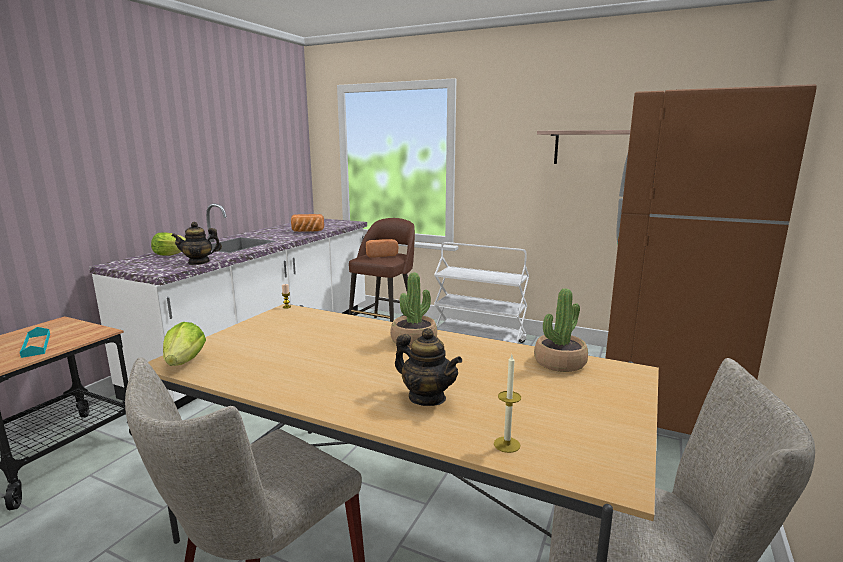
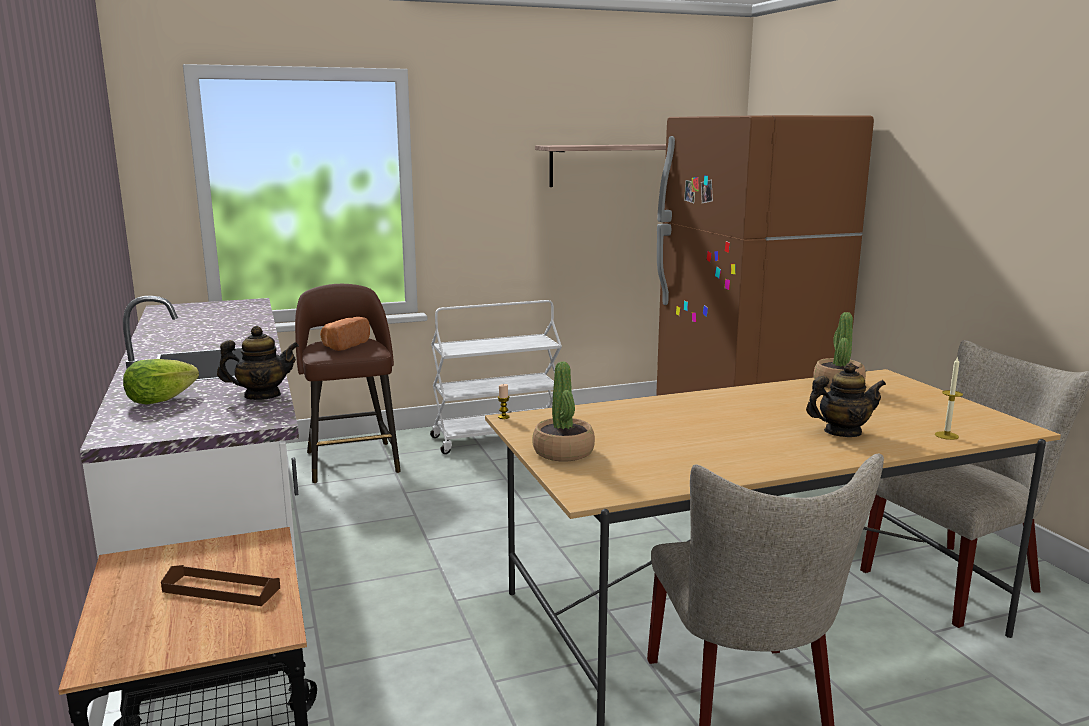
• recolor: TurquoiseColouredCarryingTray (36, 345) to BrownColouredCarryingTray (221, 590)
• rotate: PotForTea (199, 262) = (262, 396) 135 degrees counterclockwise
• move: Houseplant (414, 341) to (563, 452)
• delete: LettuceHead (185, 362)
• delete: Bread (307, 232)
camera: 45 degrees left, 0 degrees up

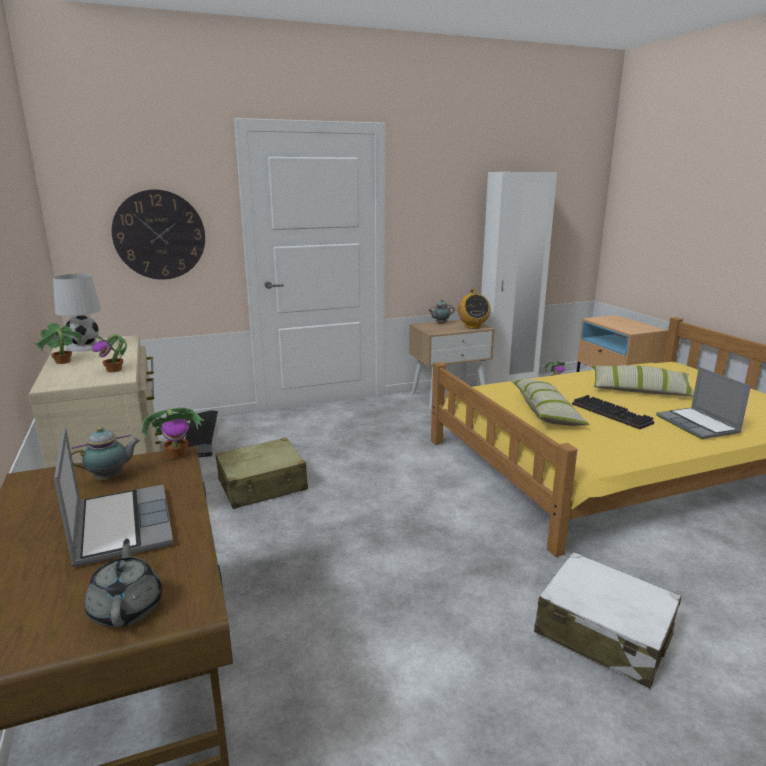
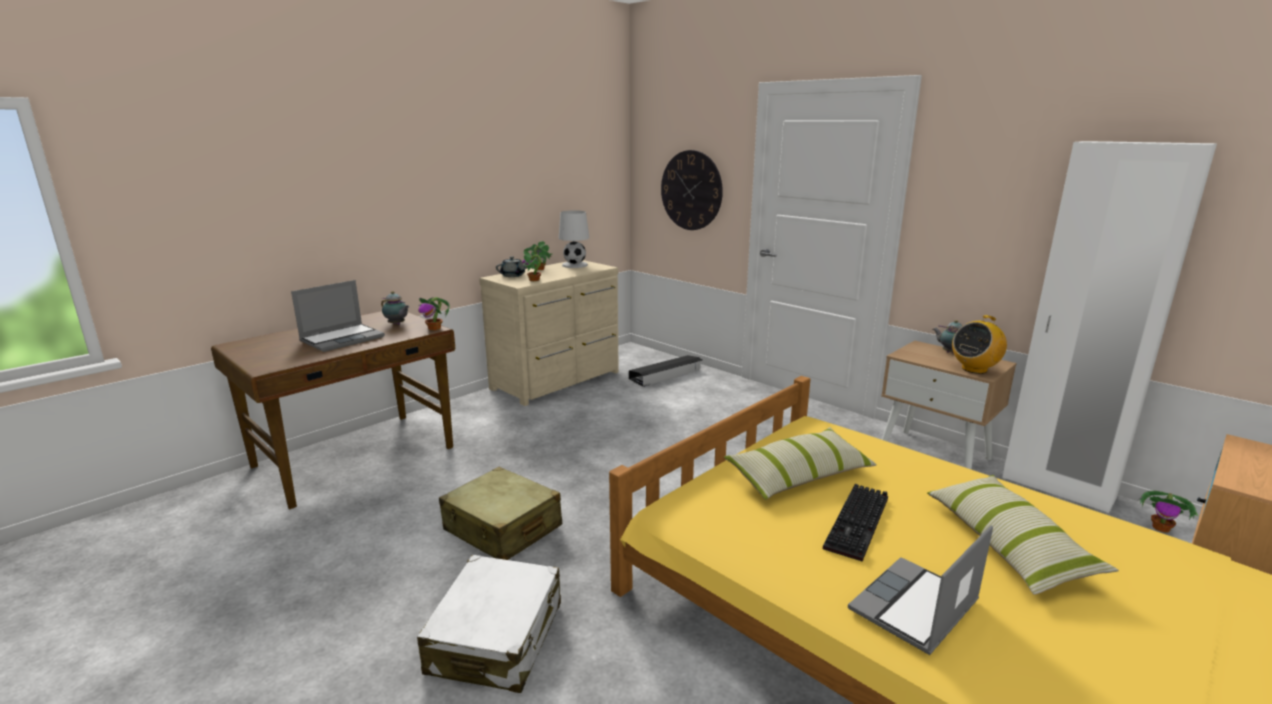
• move: SandColouredTravelCase (263, 485) to (502, 528)
• move: GreyPotForTea (127, 608) to (513, 275)
camera: 65 degrees right, 0 degrees up

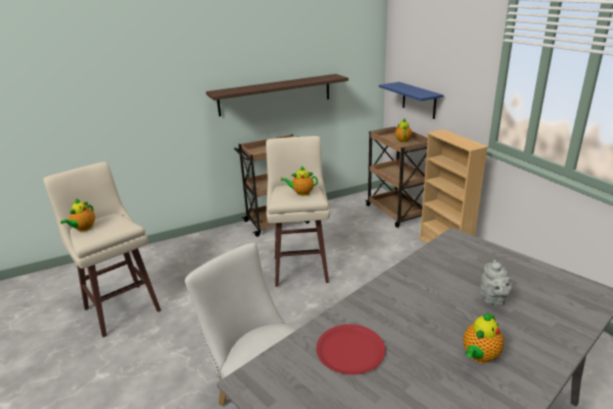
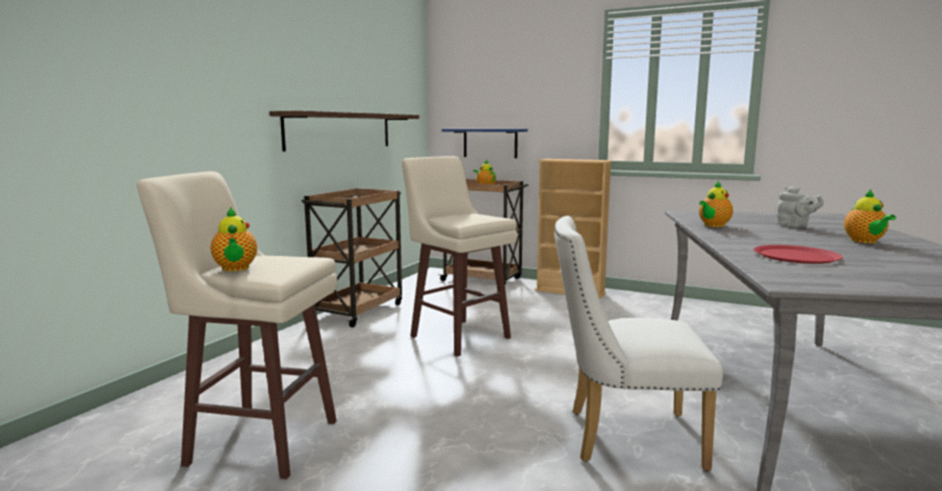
• move: PotForTea (301, 193) to (713, 225)
camera: 40 degrees left, 15 degrees down

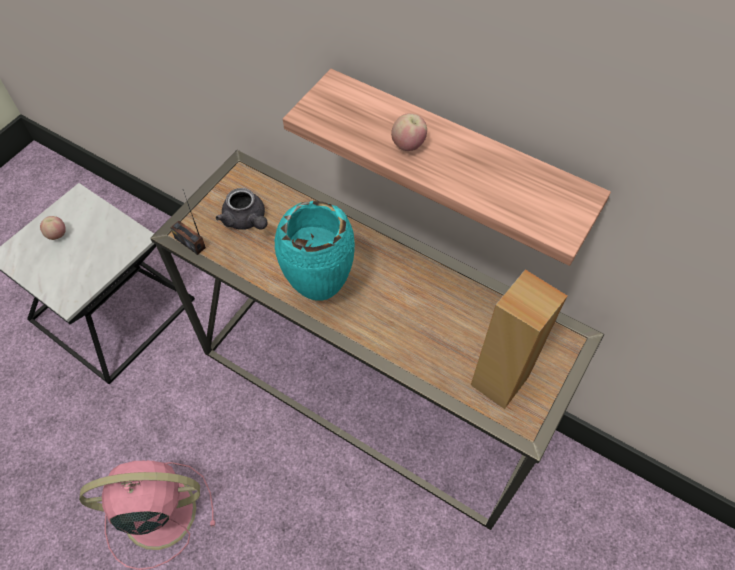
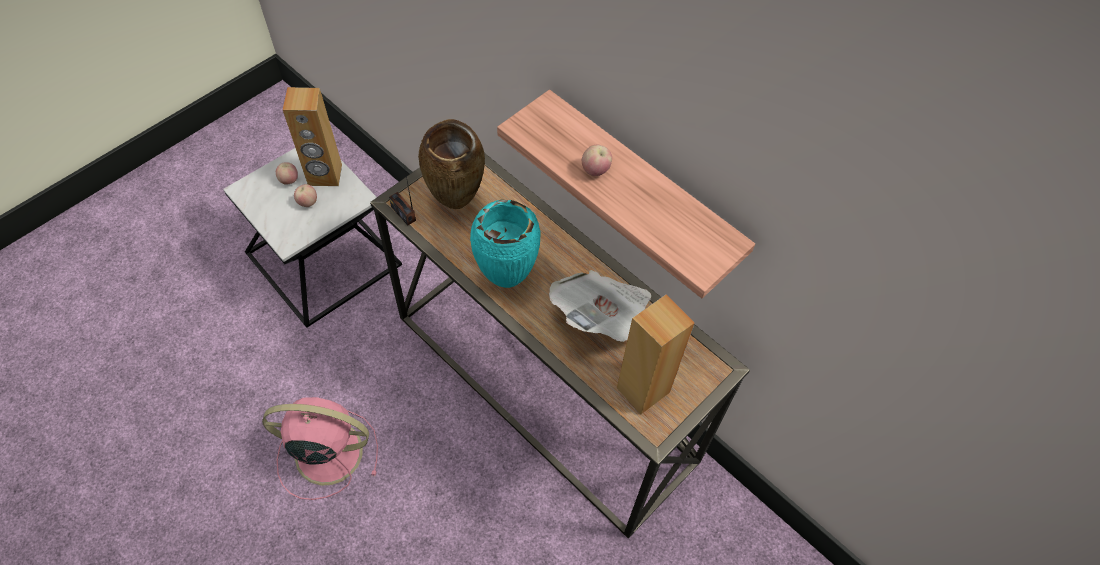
• insert: BrownColouredSpeaker (325, 175)
• insert: Apple (308, 202)
• replace: GreyPotForTea (246, 220) to BrownColouredVase (457, 203)
• insert: DailyPaper (604, 318)
camera: 10 degrees right, 0 degrees up

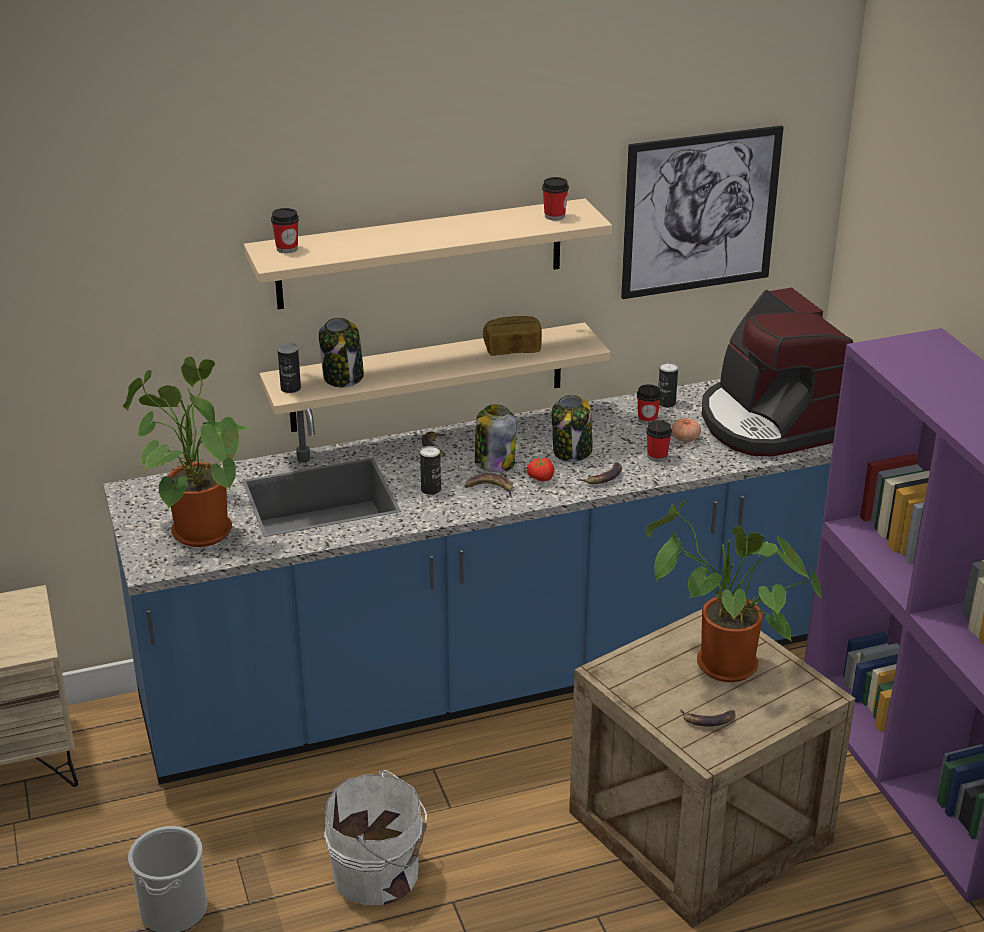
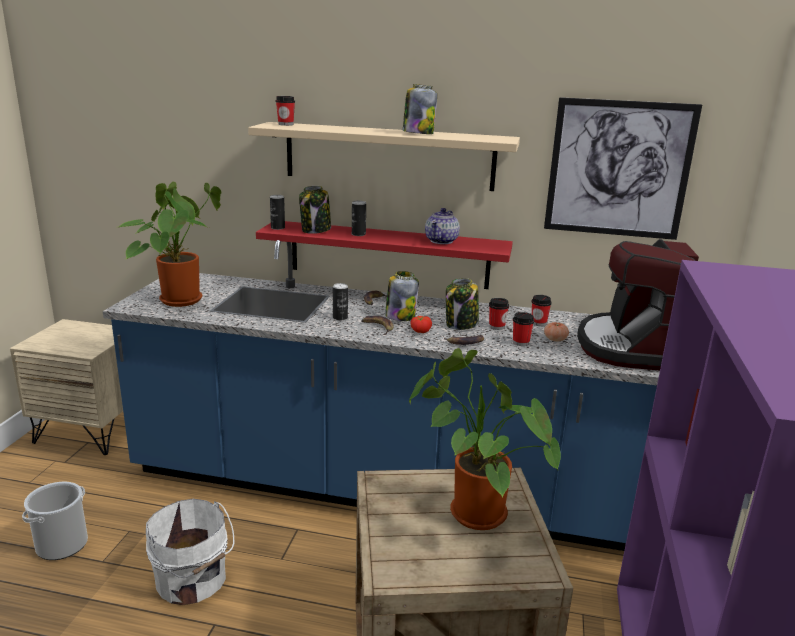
• recolor: SandColouredShelf (427, 377) to ReddishShelf (389, 254)
• move: SealedCan (666, 403) to (358, 234)
• insert: Jar (418, 133)
• replace: Bread (512, 349) to PotForTea (442, 241)
• move: SmallCup (554, 216) to (497, 326)
• delete: BananaFruit (708, 720)
camera: 30 degrees right, 10 degrees down

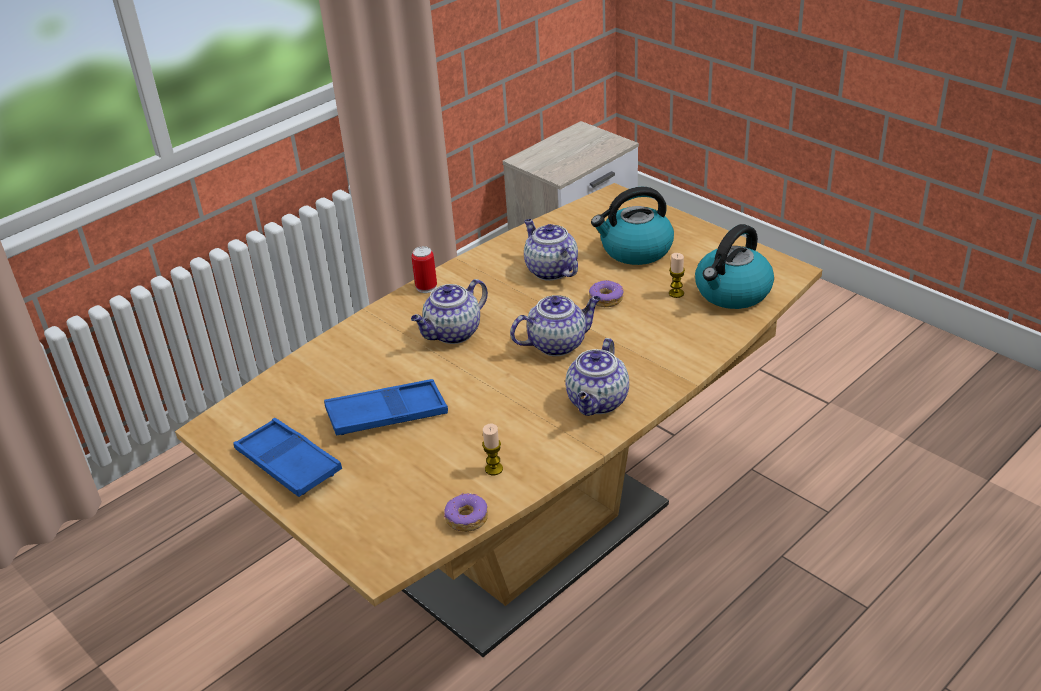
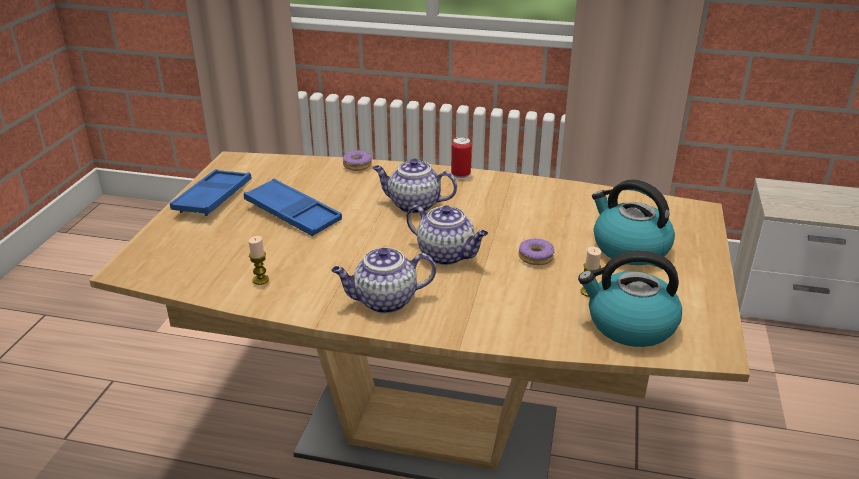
• move: RingDoughnut (466, 518) to (357, 165)
• delete: PotForTea (550, 270)
camera: 55 degrees right, 5 degrees down

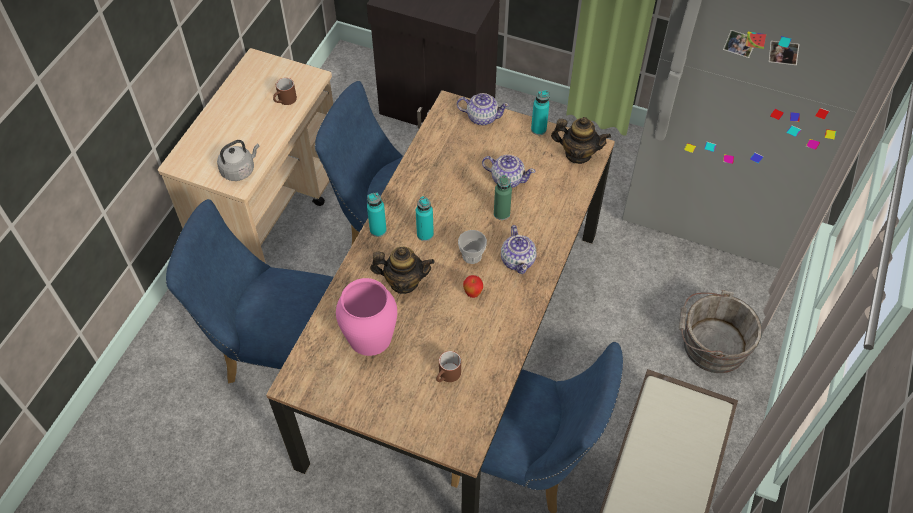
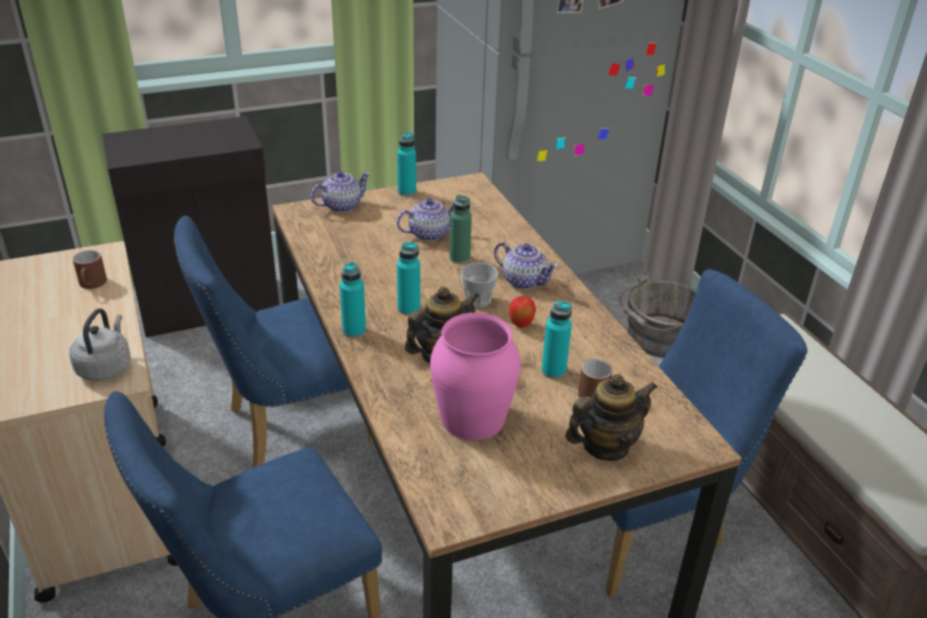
• insert: TurquoiseColouredBottle (553, 371)
• move: PotForTea (578, 154) to (605, 446)
camera: 45 degrees left, 20 degrees down

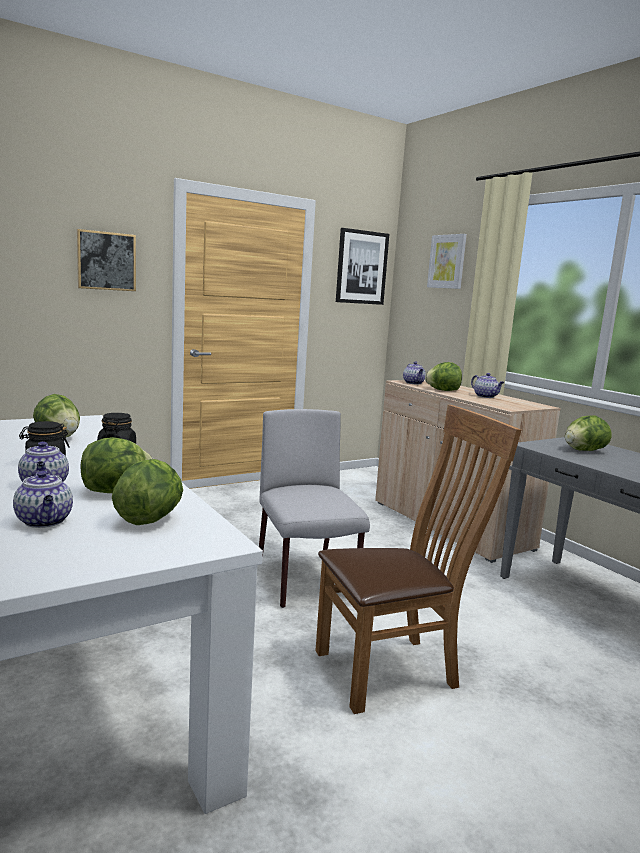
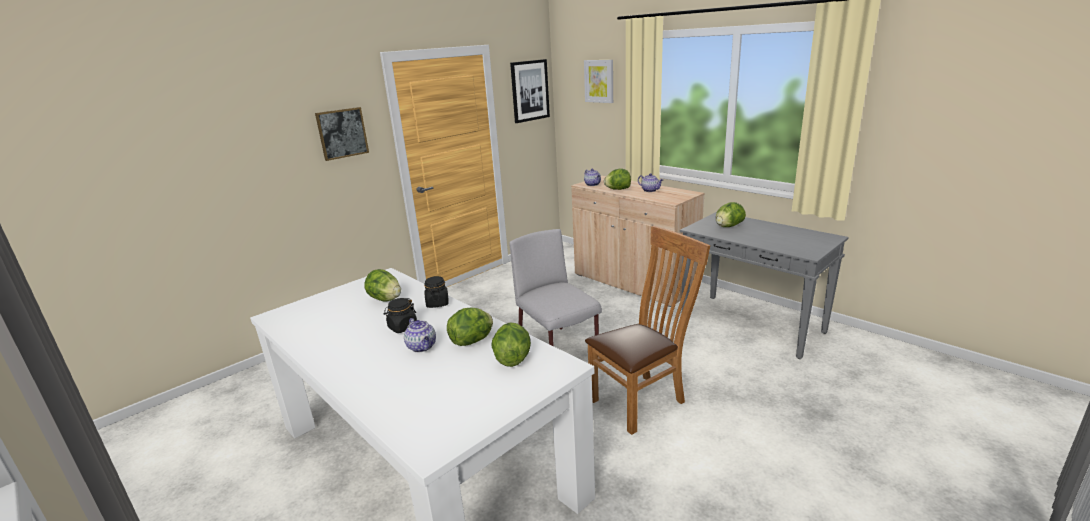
• delete: PotForTea (45, 521)
camera: 10 degrees left, 10 degrees up

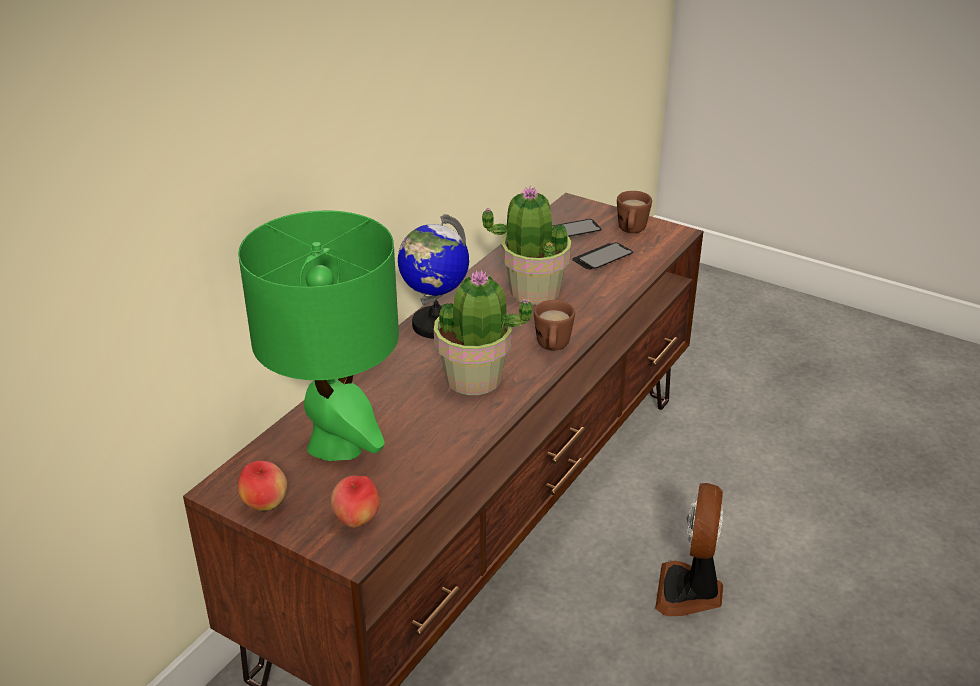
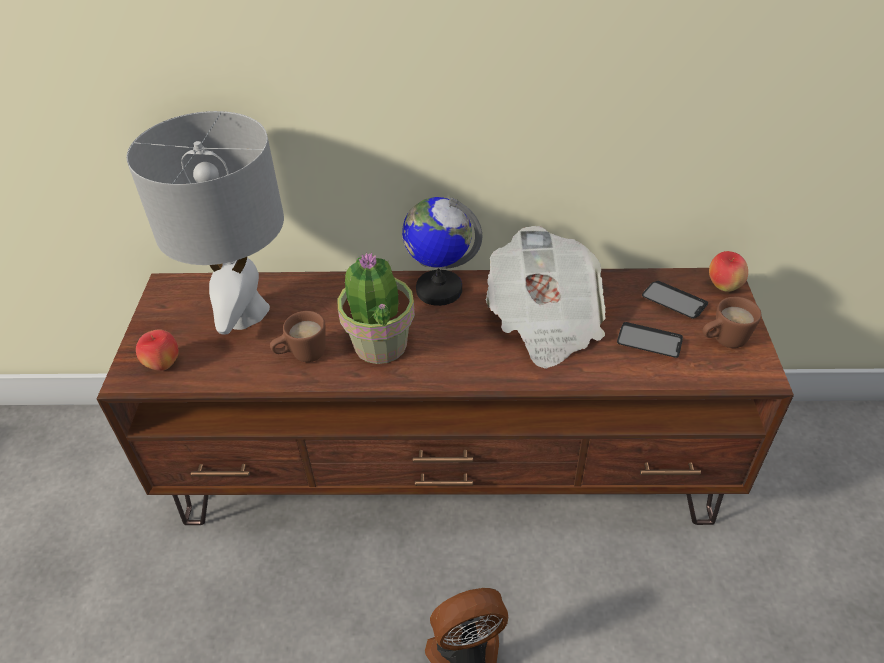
• recolor: GreenTableLamp (336, 444) to GreyTableLamp (245, 313)
• move: BrownColouredTeaMug (552, 348) to (302, 355)
• replace: Houseplant (533, 291) to DailyPaper (544, 321)
• move: Apple (265, 505) to (723, 286)
camera: 60 degrees right, 10 degrees up

